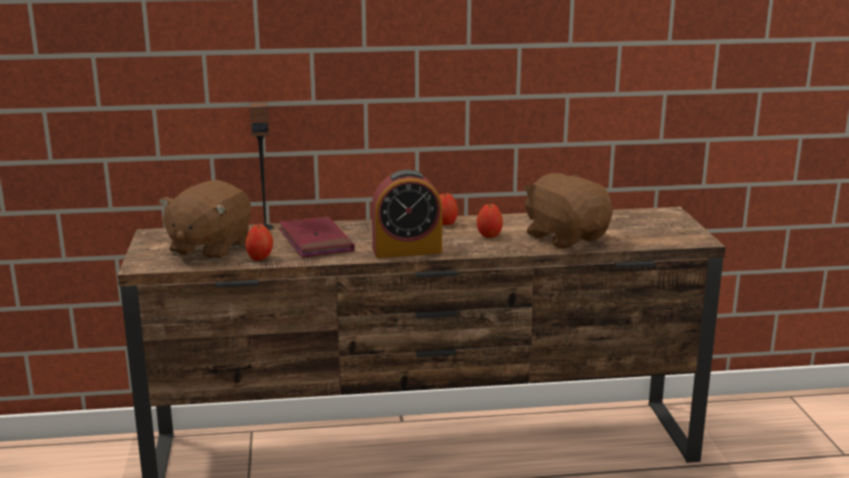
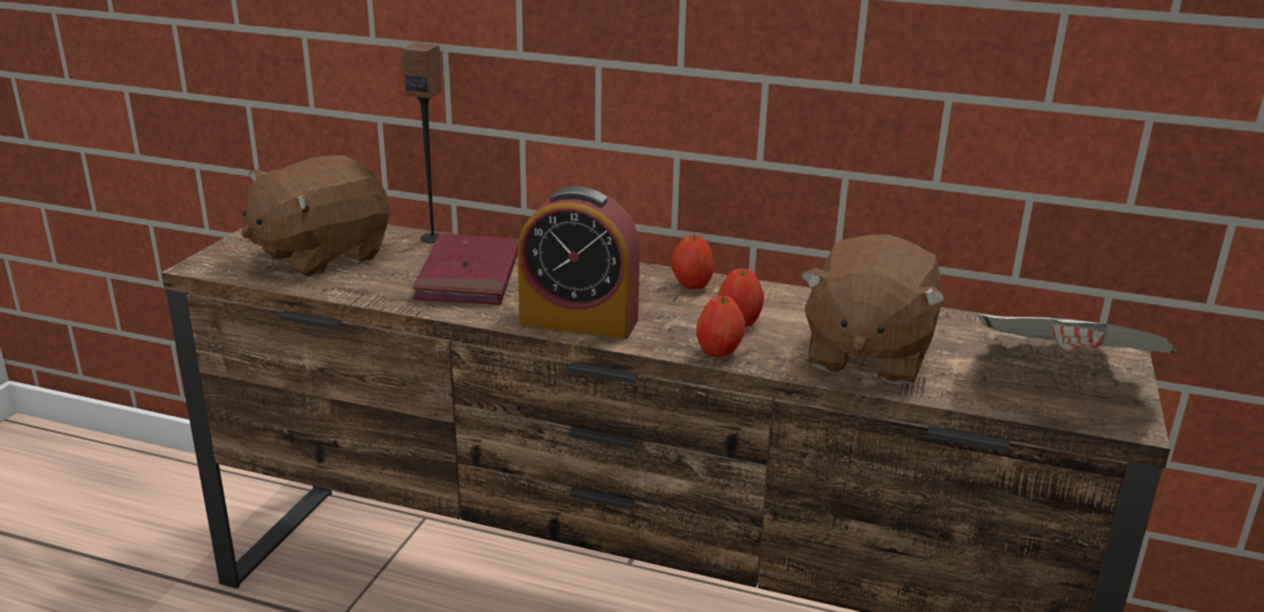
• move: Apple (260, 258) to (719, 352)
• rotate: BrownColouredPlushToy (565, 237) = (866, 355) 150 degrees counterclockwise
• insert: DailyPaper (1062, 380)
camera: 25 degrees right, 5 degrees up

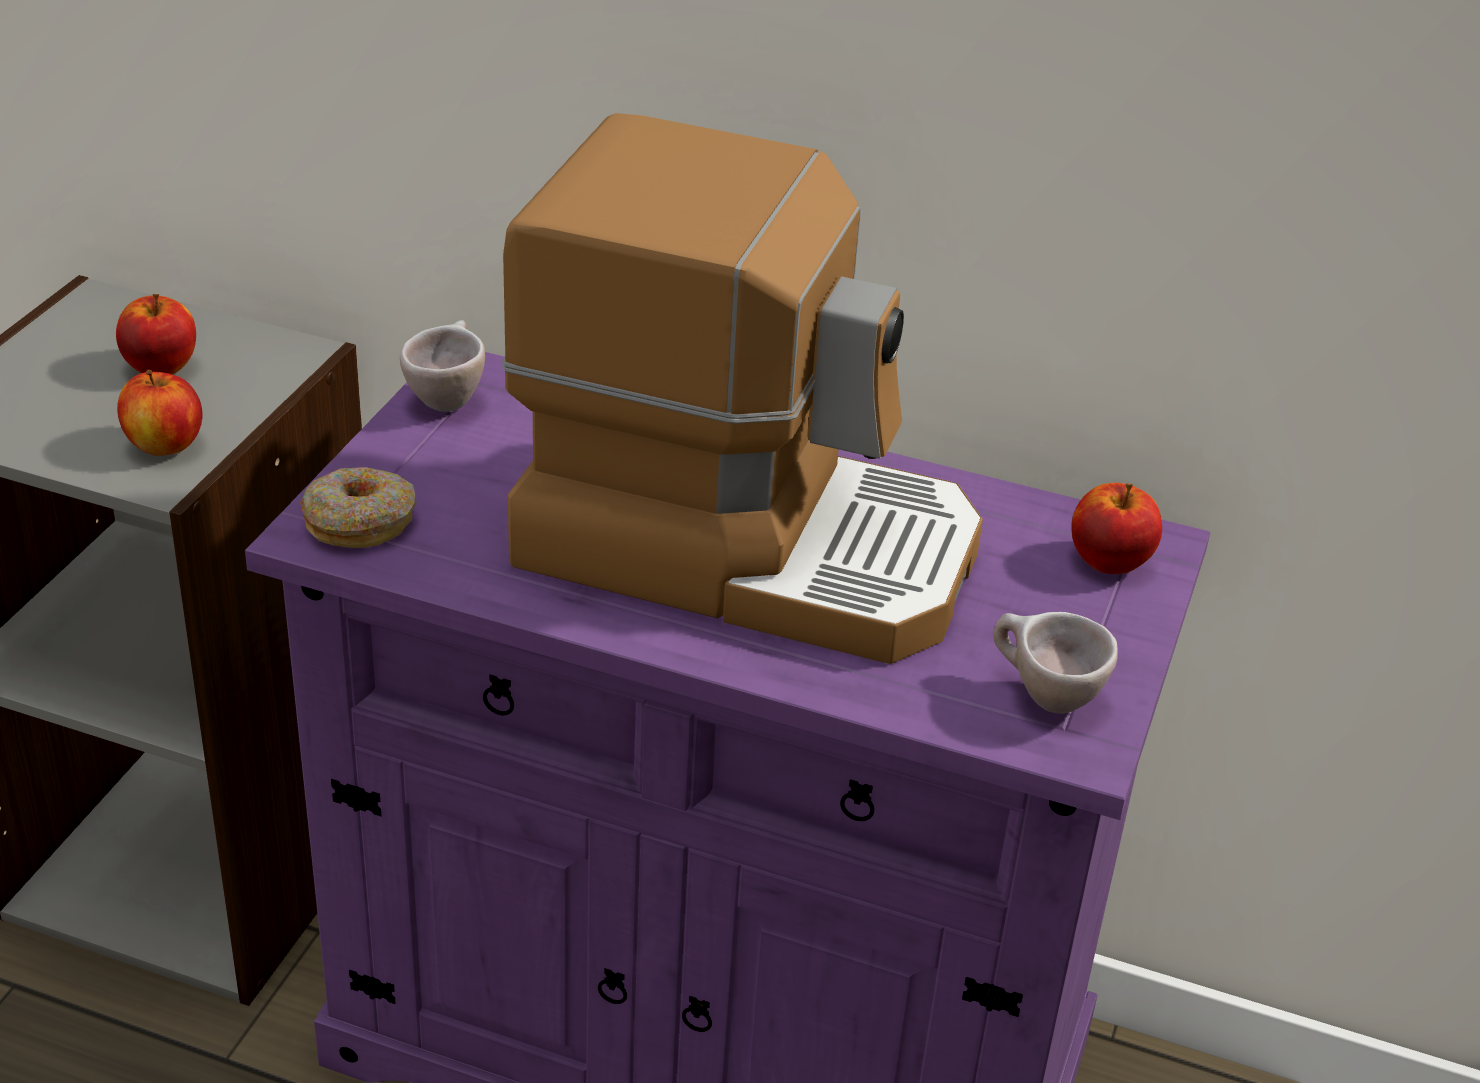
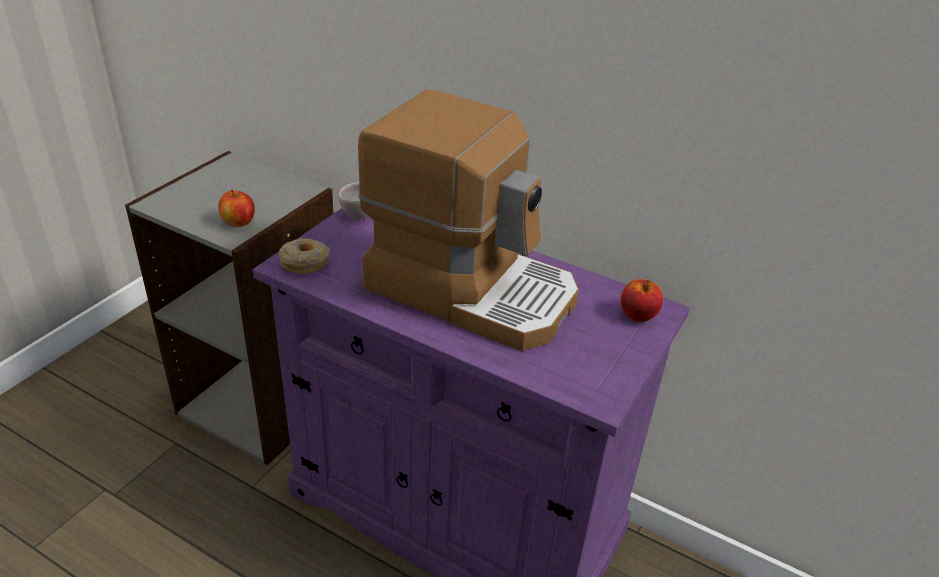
• delete: Apple (160, 367)
• delete: SandColouredSmallCup (1042, 696)
camera: 10 degrees right, 0 degrees up

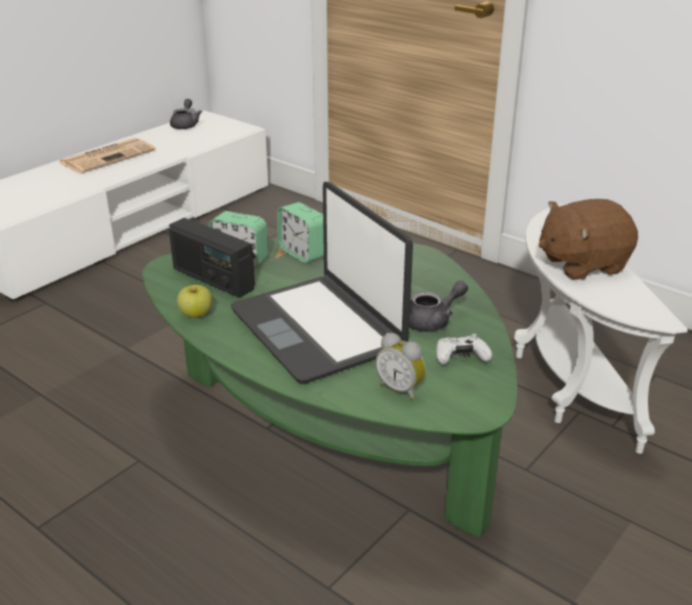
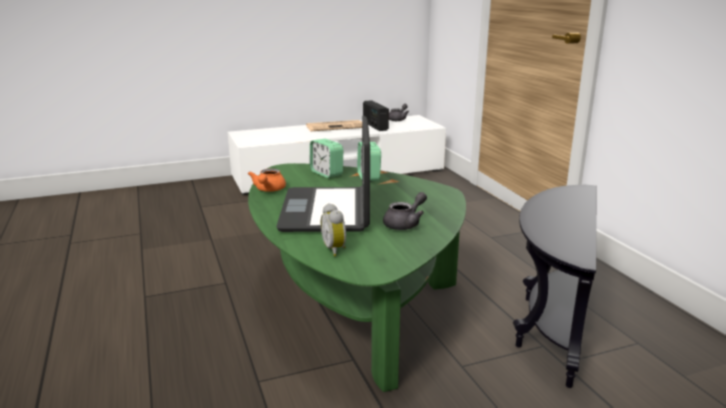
• replace: Apple (196, 314) to OrangePotForTea (268, 190)
• move: RadioReceiver (213, 279) to (375, 126)
• rotate: GreyPotForTea (433, 321) = (405, 224) 45 degrees counterclockwise
• recolor: WhiteSideTable (566, 384) to BlackSideTable (549, 326)
• delete: WhiteGamepad (460, 358)
• delete: BrownColouredPlushToy (581, 264)
camera: 30 degrees right, 10 degrees down

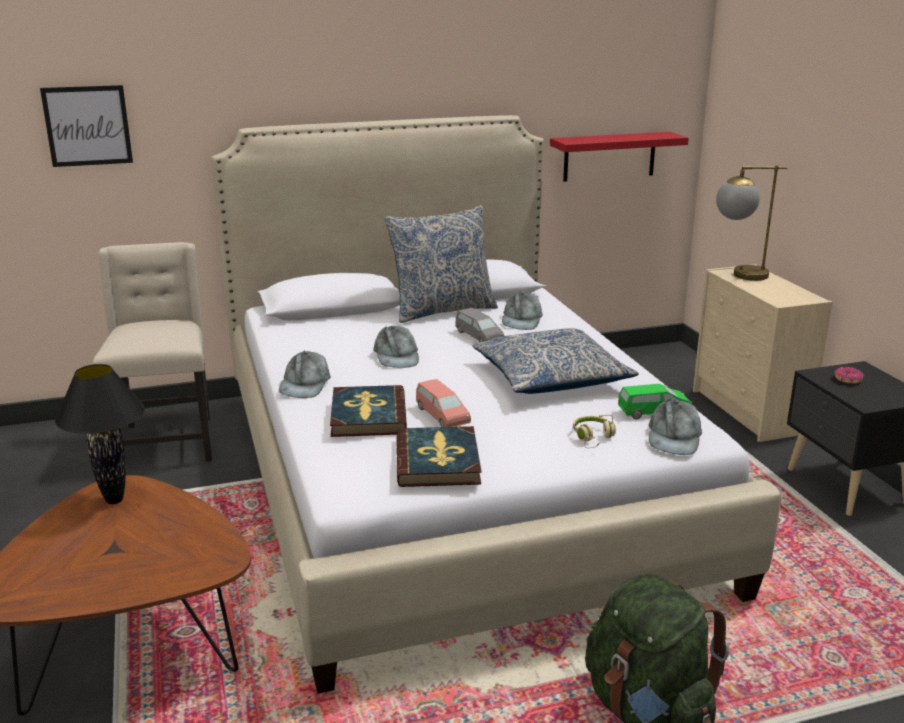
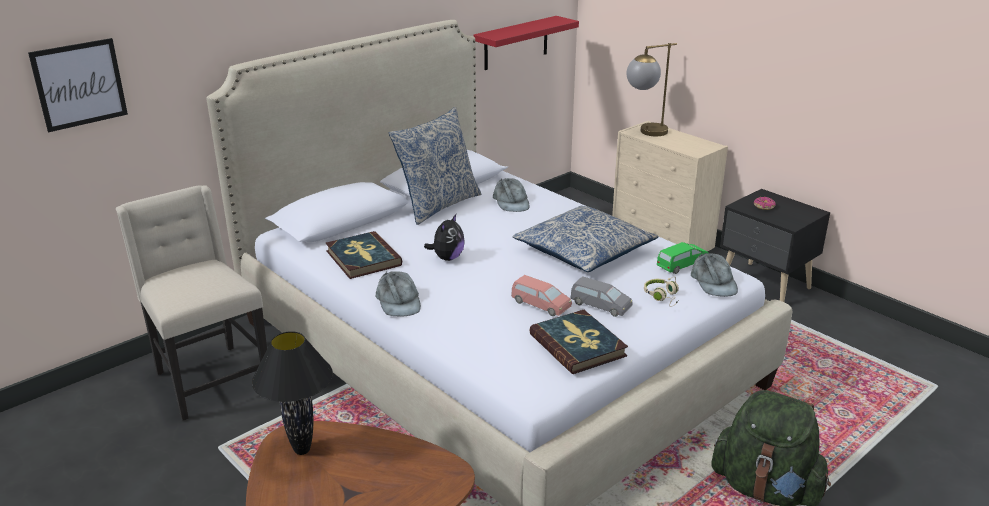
• move: Volume (367, 415) to (363, 258)
• replace: GreyCap (396, 356) to PlushToy (447, 258)
• move: GreyModelCar (478, 336) to (600, 306)
camera: 25 degrees left, 5 degrees up

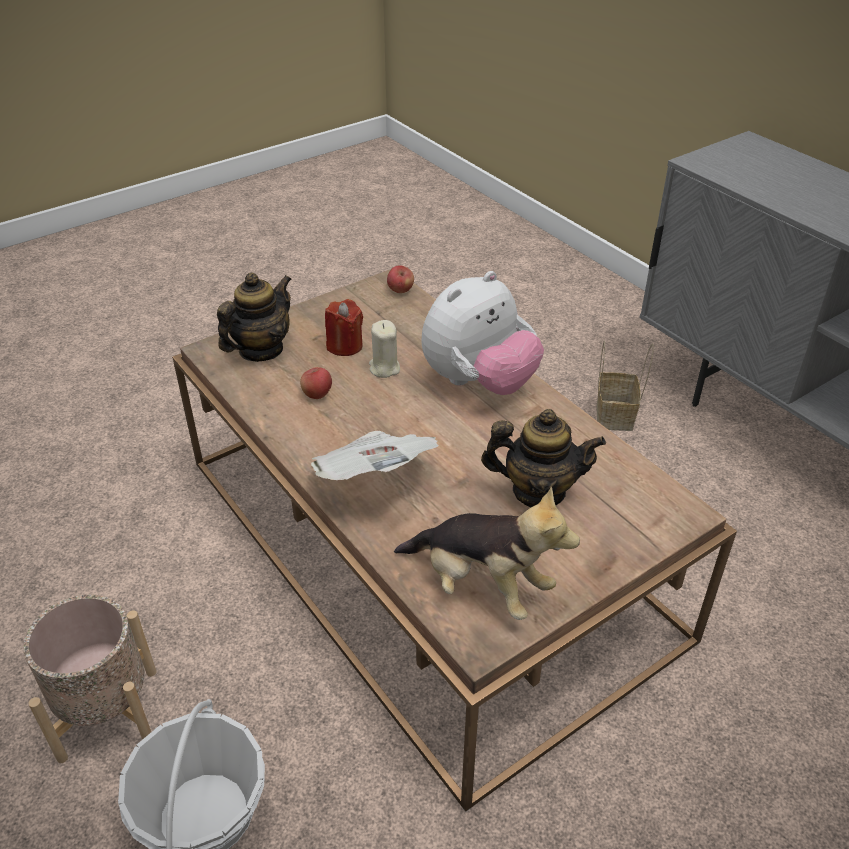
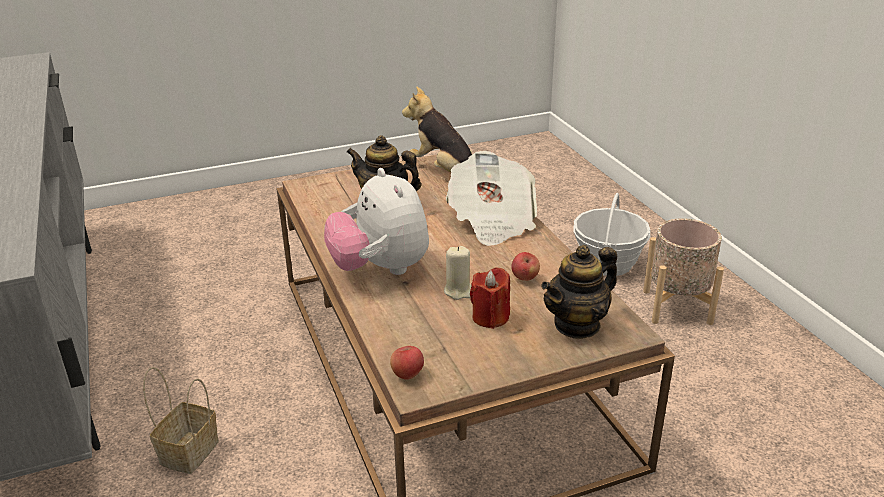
• rotate: PlushToy (479, 382) = (380, 269) 90 degrees counterclockwise
camera: 165 degrees left, 10 degrees down

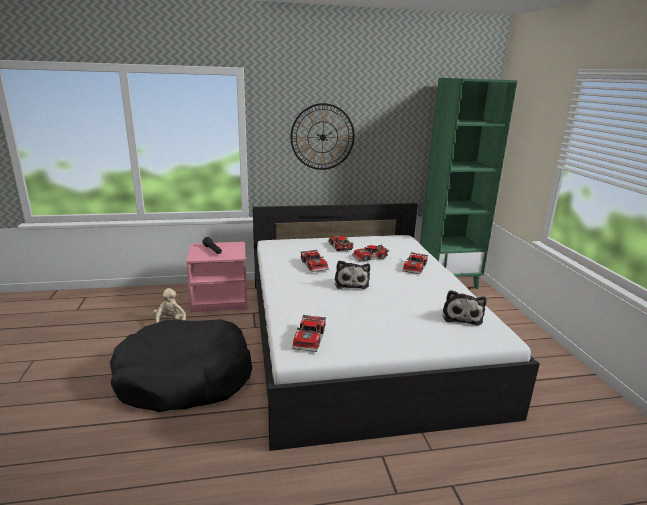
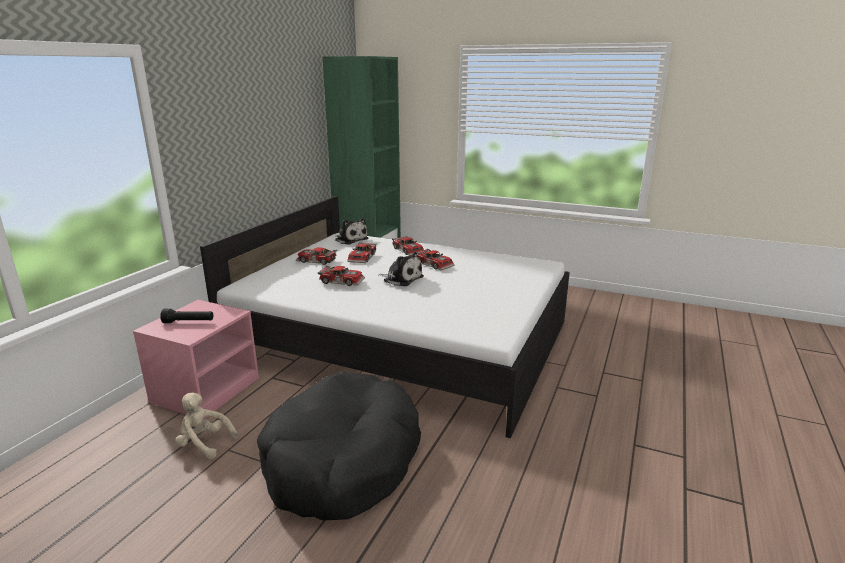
• move: PlushToy (461, 316) to (350, 239)
• move: ModelCar (311, 338) to (435, 264)
• delete: ClockOnTheWall (322, 137)
camera: 55 degrees left, 0 degrees up

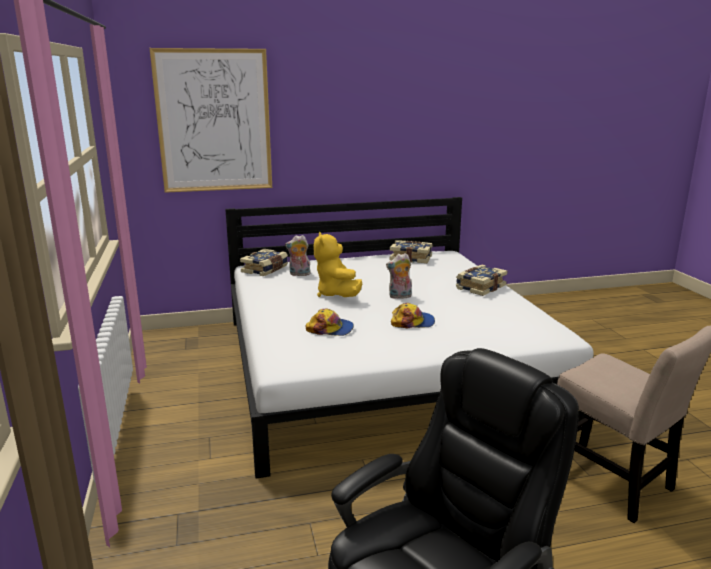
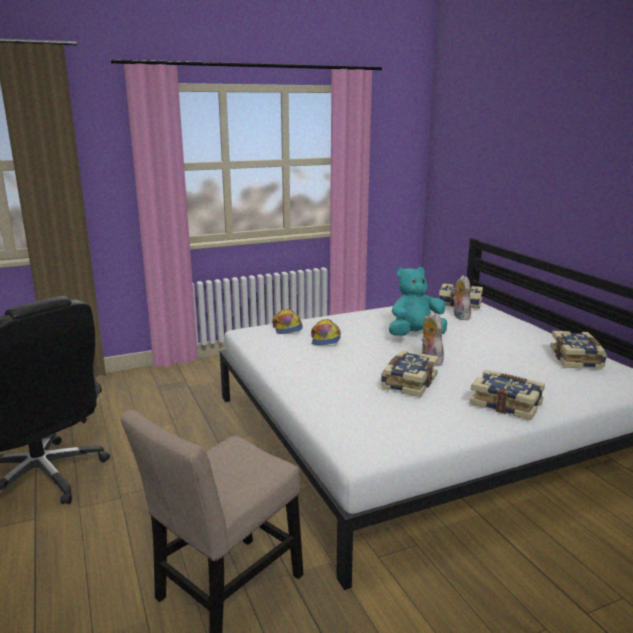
• move: Cap (412, 322) to (287, 328)
• insert: Volume (408, 382)
• recolor: YellowishPlushToy (337, 294) to TurquoiseColouredPlushToy (415, 335)
• delete: Picture (214, 121)
camera: 80 degrees right, 0 degrees up

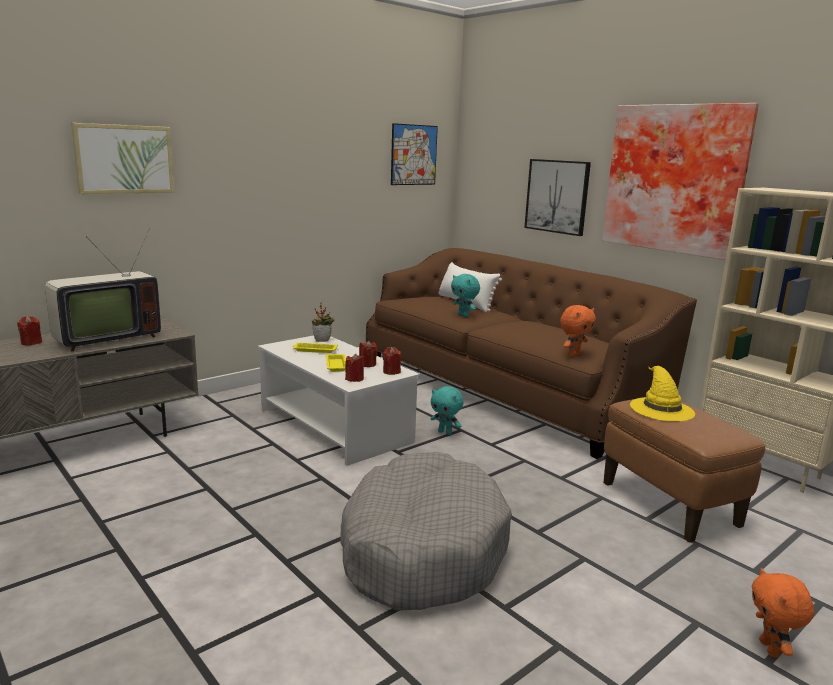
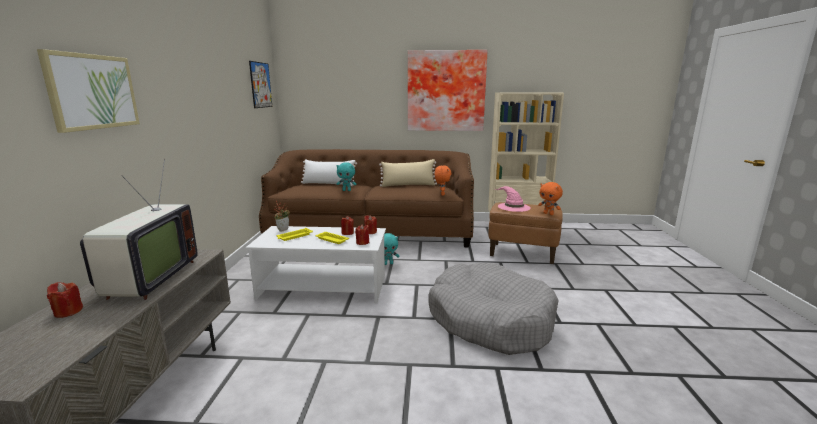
• insert: SandColouredPillow (408, 185)
• recolor: YellowishWearableHat (661, 408) to PinkishWearableHat (513, 207)
• move: OrangePlushToy (770, 649) to (548, 214)
• delete: Picture (557, 196)
camera: 45 degrees left, 0 degrees up

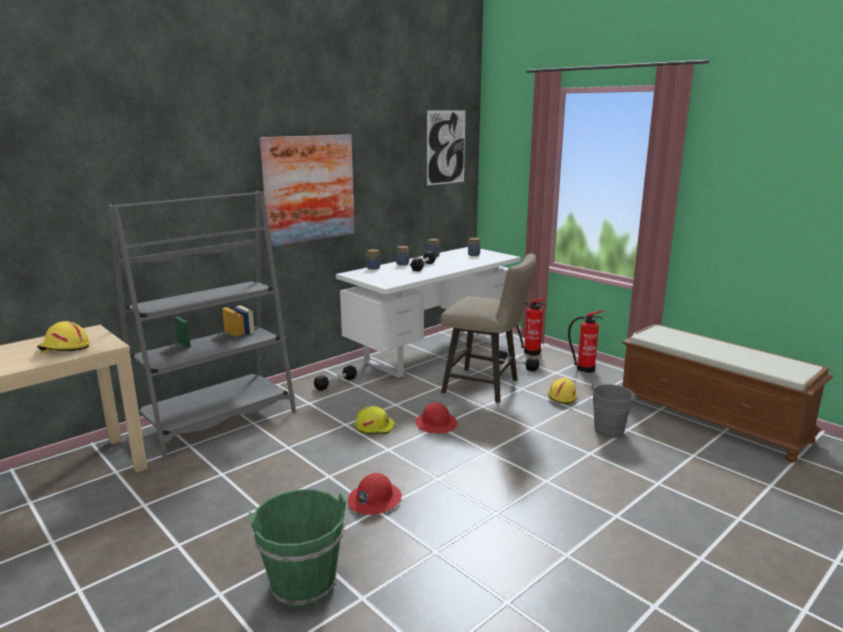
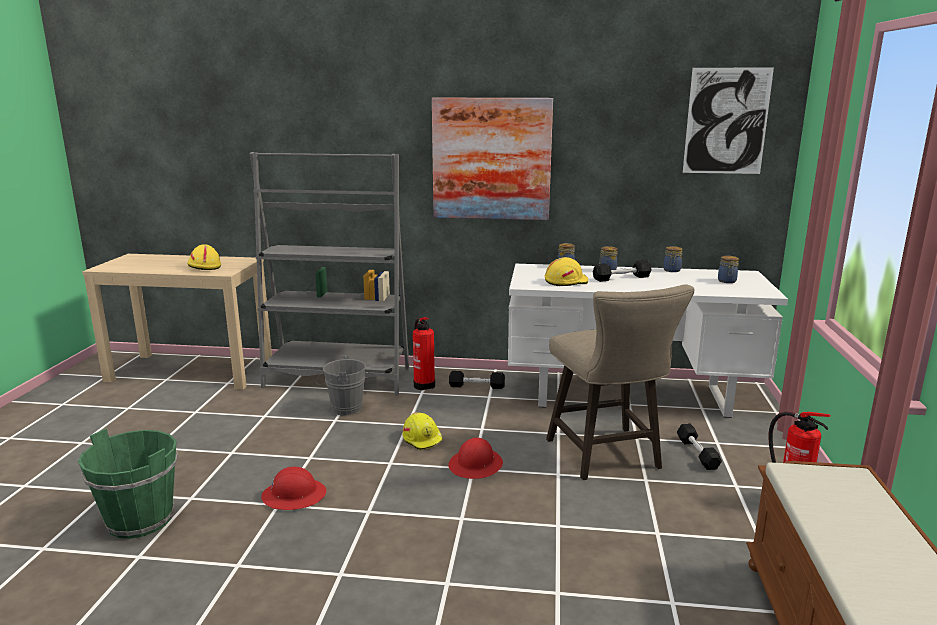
• move: GreyWaterBucket (607, 432) to (343, 408)
• move: Extinguisher (530, 352) to (424, 384)
• move: YellowishHardHat (561, 396) to (566, 281)
camera: 50 degrees right, 0 degrees up

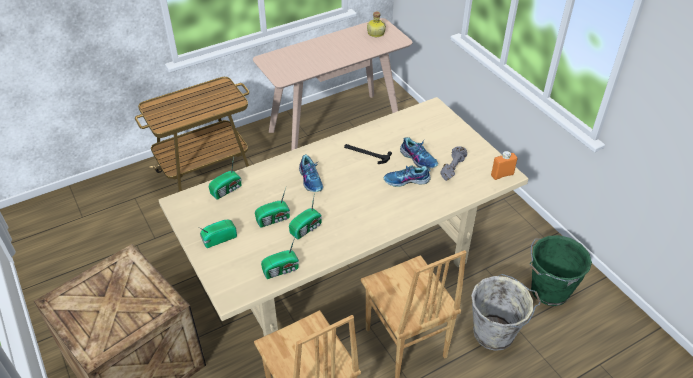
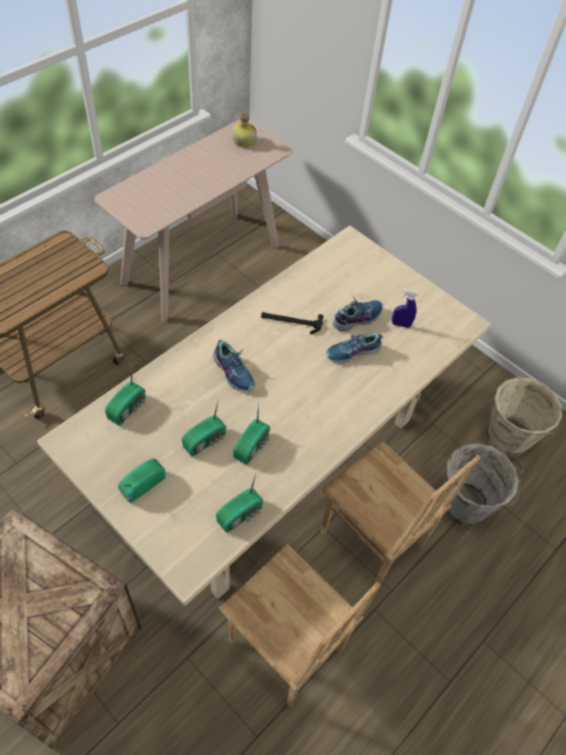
• rotate: Shoe (418, 158) = (357, 318) 60 degrees counterclockwise
• replace: GreyDumbbell (452, 168) to BluishSprayBottle (401, 324)
• recolor: GreenWaterBucket (548, 291) to SandColouredWaterBucket (506, 438)
• delete: OrangeBottle (502, 175)
camera: 20 degrees left, 10 degrees up

